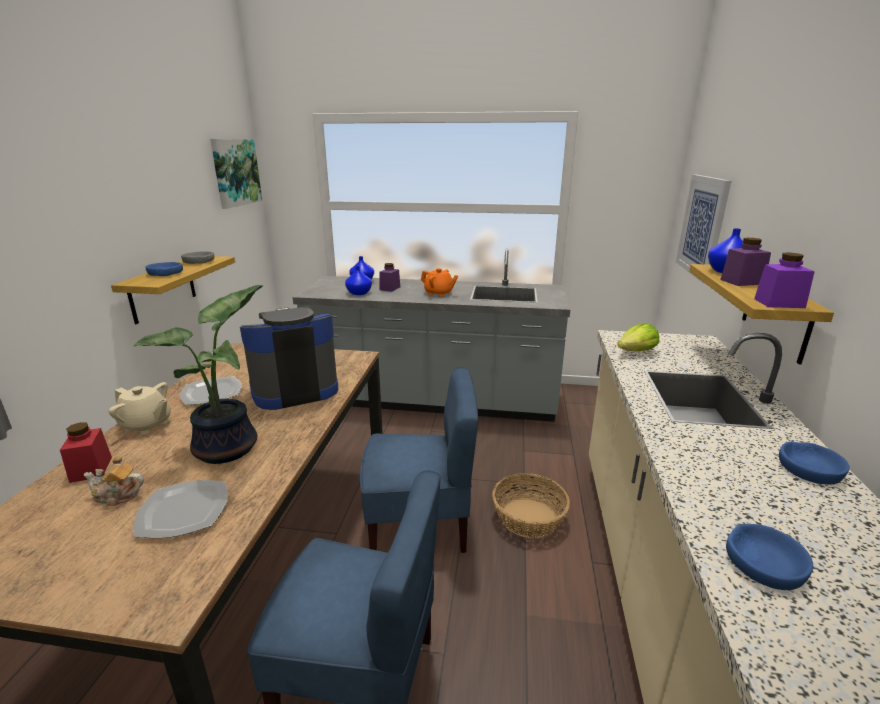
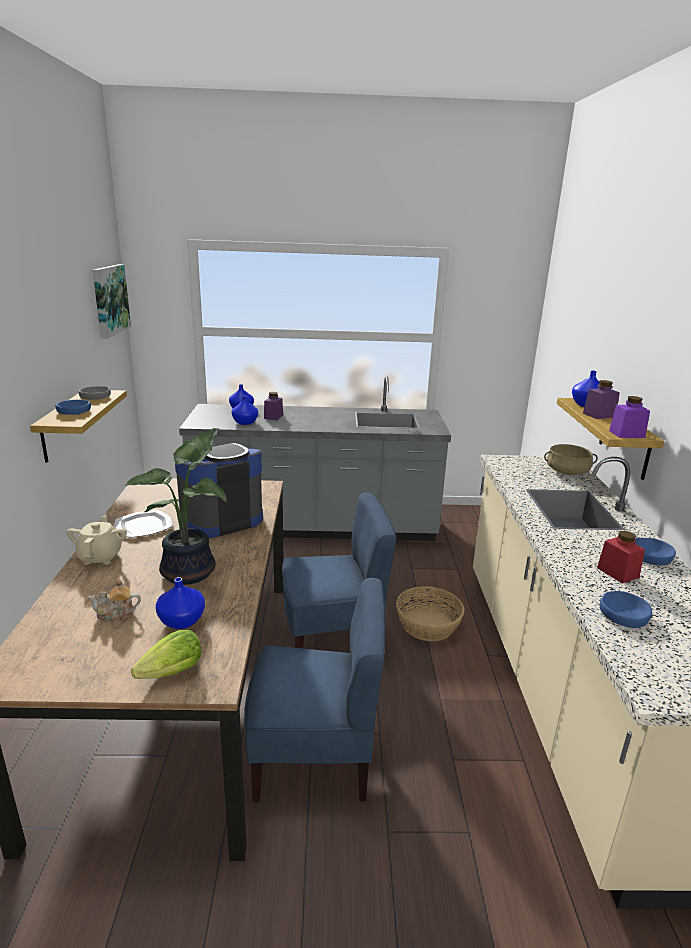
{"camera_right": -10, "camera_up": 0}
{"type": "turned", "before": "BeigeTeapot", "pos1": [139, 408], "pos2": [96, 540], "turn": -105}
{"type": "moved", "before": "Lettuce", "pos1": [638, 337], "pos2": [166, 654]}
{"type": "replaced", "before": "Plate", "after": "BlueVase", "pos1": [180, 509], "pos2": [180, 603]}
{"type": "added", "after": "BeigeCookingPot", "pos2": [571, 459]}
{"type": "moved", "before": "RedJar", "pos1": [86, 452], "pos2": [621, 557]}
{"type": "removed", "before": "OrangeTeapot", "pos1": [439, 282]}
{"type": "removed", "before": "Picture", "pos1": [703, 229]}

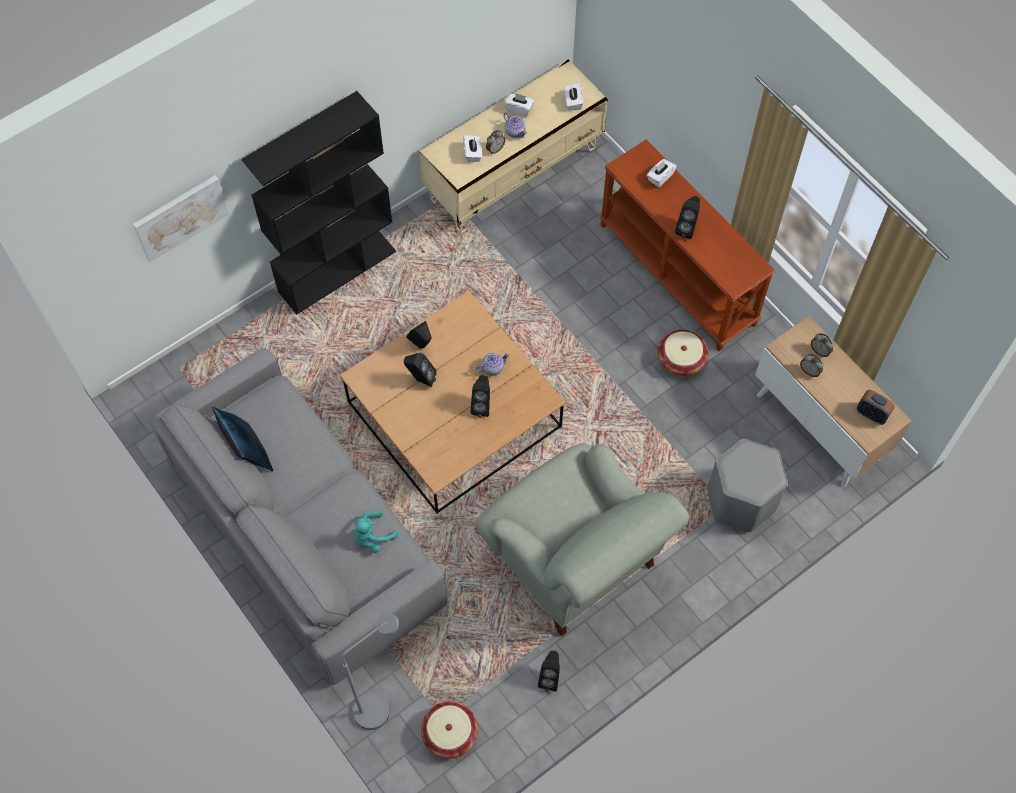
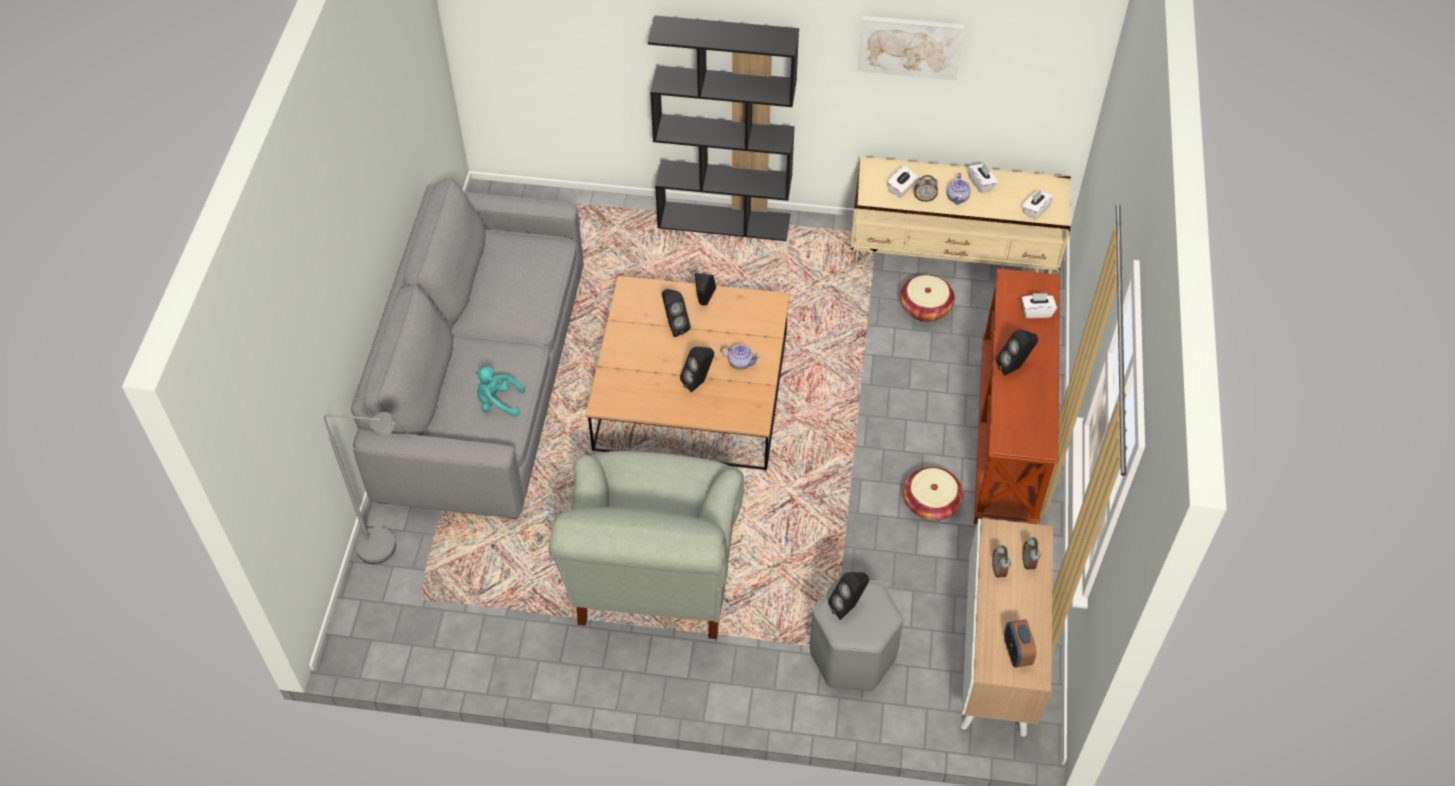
{"camera_right": 45, "camera_up": -10}
{"type": "moved", "before": "BlackSpeaker", "pos1": [549, 671], "pos2": [848, 596]}
{"type": "moved", "before": "Picture", "pos1": [181, 218], "pos2": [911, 48]}
{"type": "moved", "before": "Basket", "pos1": [449, 730], "pos2": [927, 298]}
{"type": "removed", "before": "BluePillow", "pos1": [242, 439]}

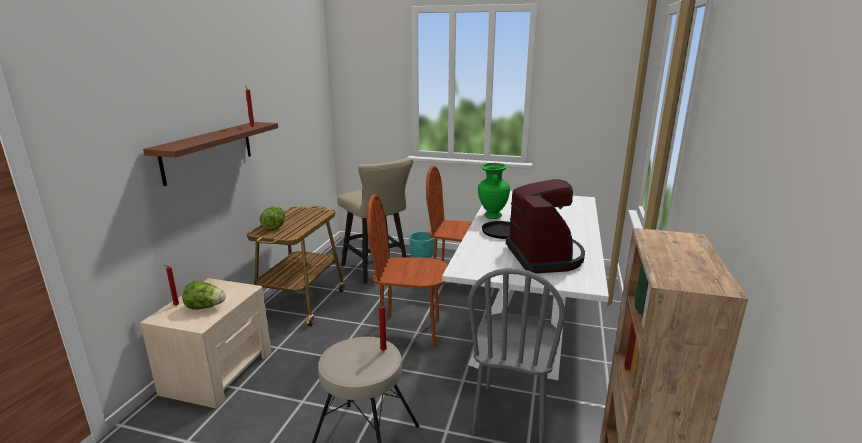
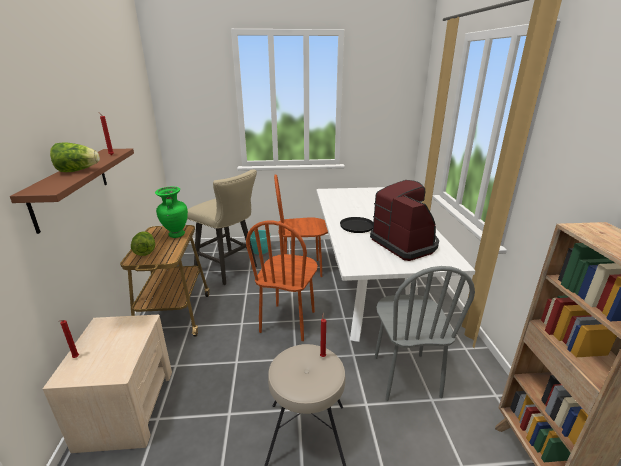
{"camera_right": -20, "camera_up": 5}
{"type": "moved", "before": "Lettuce", "pos1": [204, 295], "pos2": [75, 157]}
{"type": "moved", "before": "GreenVase", "pos1": [494, 191], "pos2": [171, 212]}
{"type": "turned", "before": "BrownChair", "pos1": [407, 271], "pos2": [282, 281], "turn": -60}

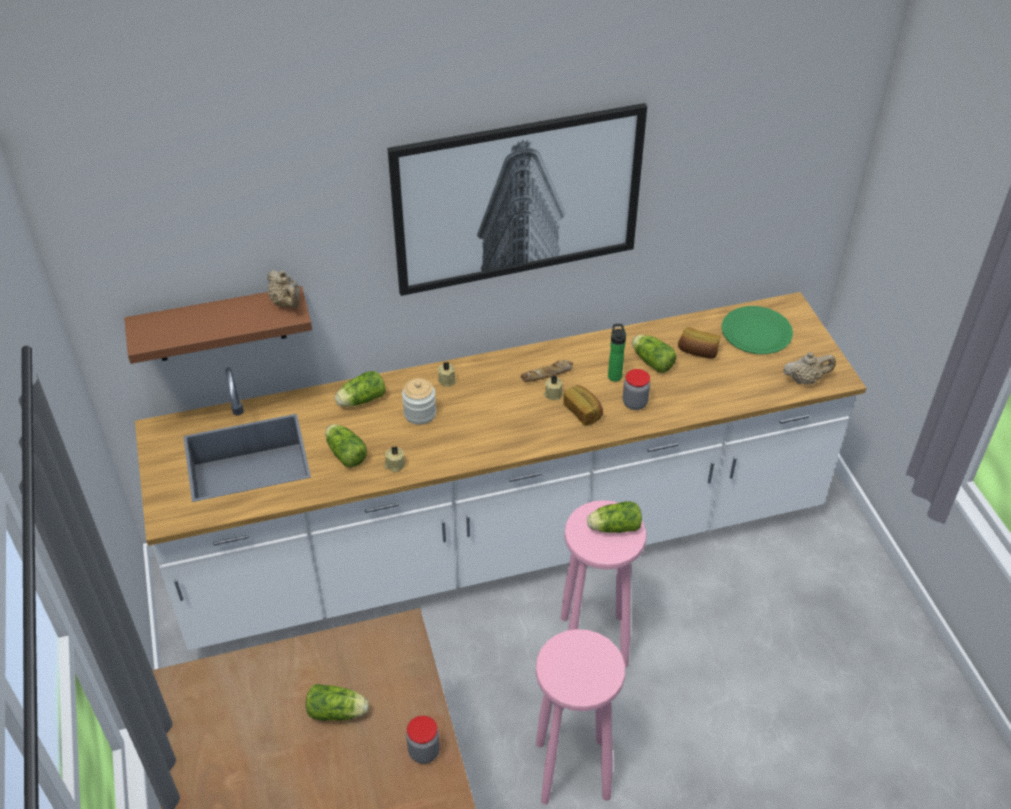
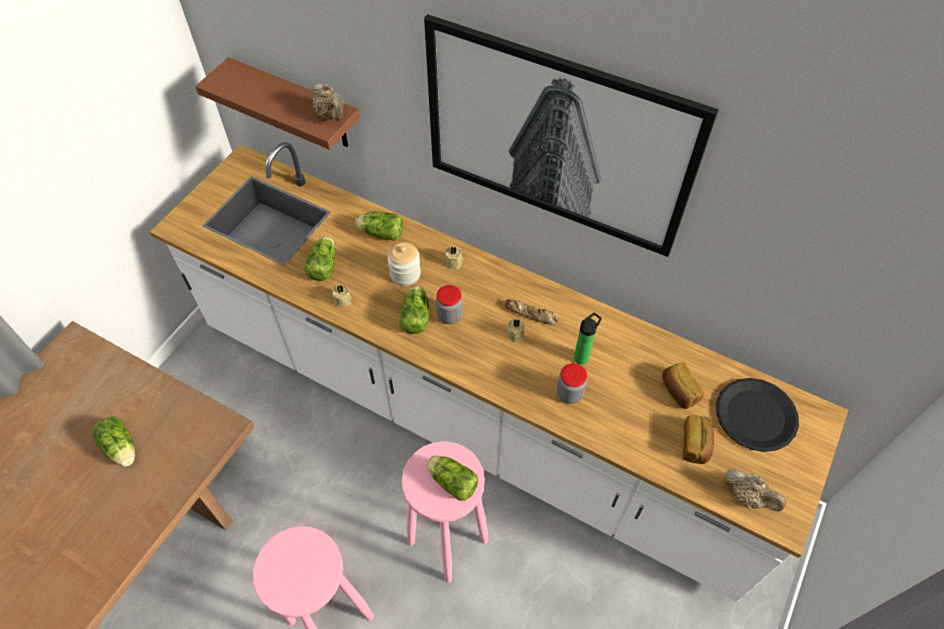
{"camera_right": 45, "camera_up": 10}
{"type": "turned", "before": "BeigeTeapot", "pos1": [283, 289], "pos2": [327, 102], "turn": -45}
{"type": "moved", "before": "Lettuce", "pos1": [654, 354], "pos2": [414, 309]}
{"type": "moved", "before": "Jar", "pos1": [423, 740], "pos2": [449, 304]}
{"type": "moved", "before": "Bread", "pos1": [583, 405], "pos2": [698, 439]}
{"type": "recoloured", "before": "GreenPlate", "after": "BlackPlate", "pos1": [757, 330], "pos2": [757, 415]}

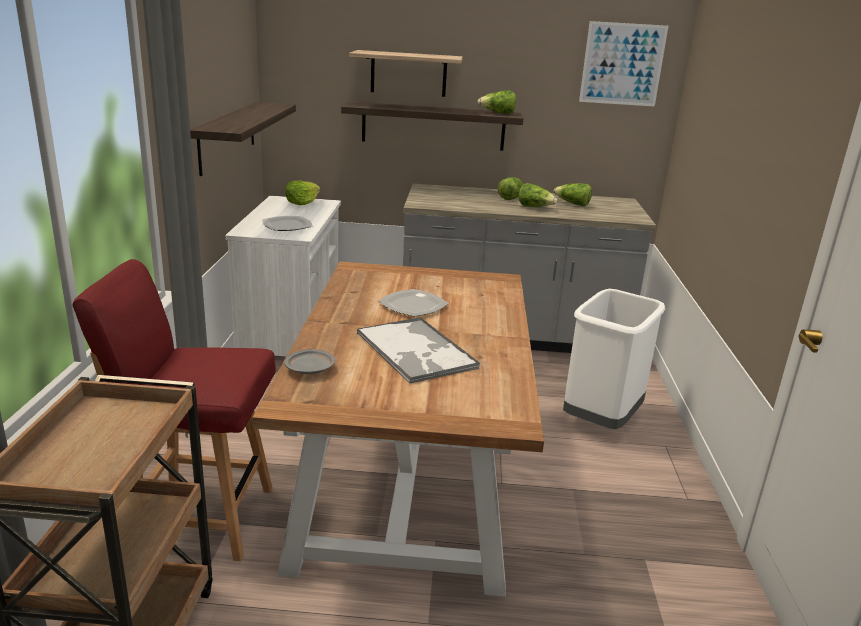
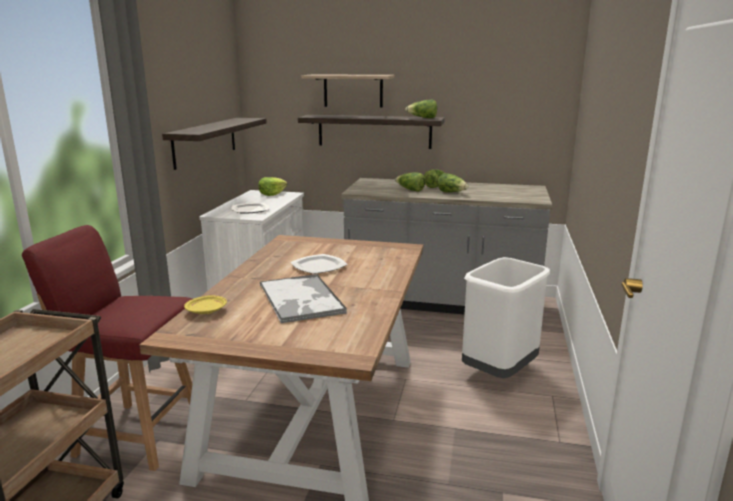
{"camera_right": 10, "camera_up": -5}
{"type": "recoloured", "before": "GreyPlate", "after": "YellowPlate", "pos1": [310, 361], "pos2": [205, 304]}
{"type": "moved", "before": "Lettuce", "pos1": [573, 194], "pos2": [410, 182]}
{"type": "removed", "before": "Picture", "pos1": [624, 64]}

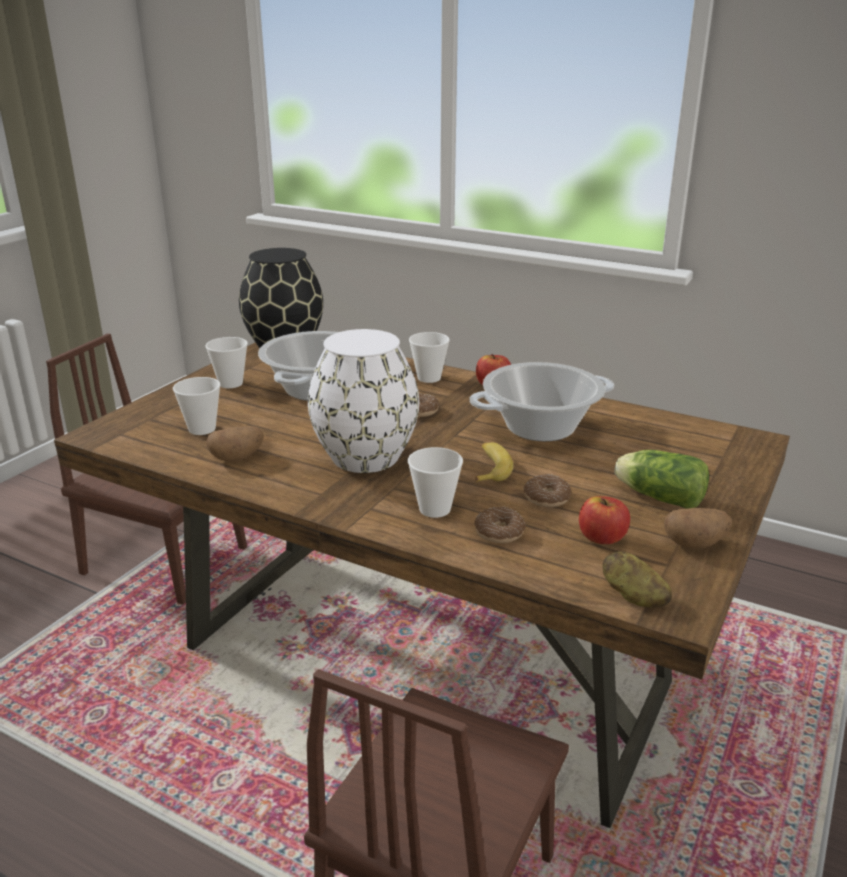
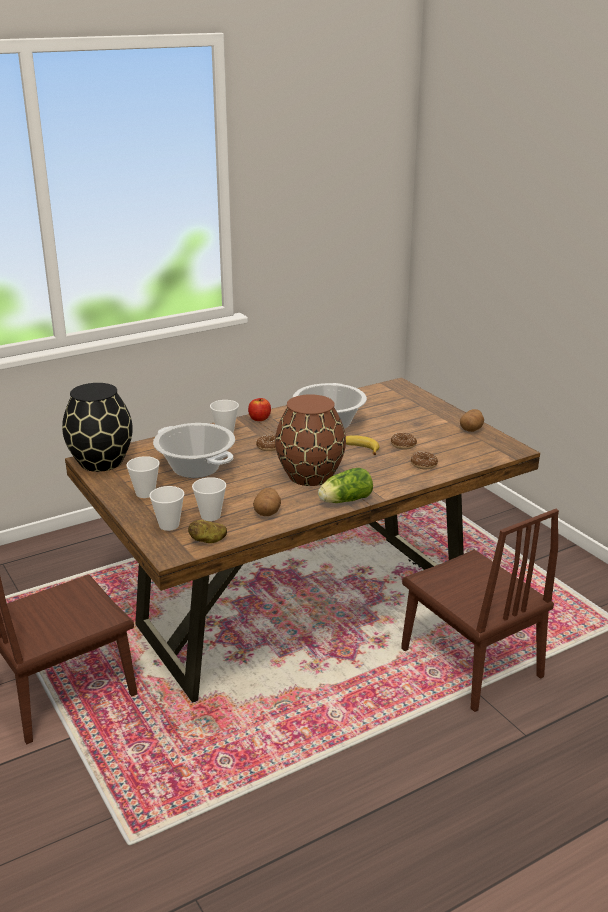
{"camera_right": -60, "camera_up": 0}
{"type": "moved", "before": "Cup", "pos1": [435, 482], "pos2": [166, 508]}
{"type": "moved", "before": "Potato", "pos1": [637, 579], "pos2": [207, 531]}
{"type": "recoloured", "before": "WhiteVase", "after": "BrownVase", "pos1": [363, 401], "pos2": [310, 440]}
{"type": "moved", "before": "Lettuce", "pos1": [661, 479], "pos2": [345, 485]}
{"type": "removed", "before": "Apple", "pos1": [604, 520]}

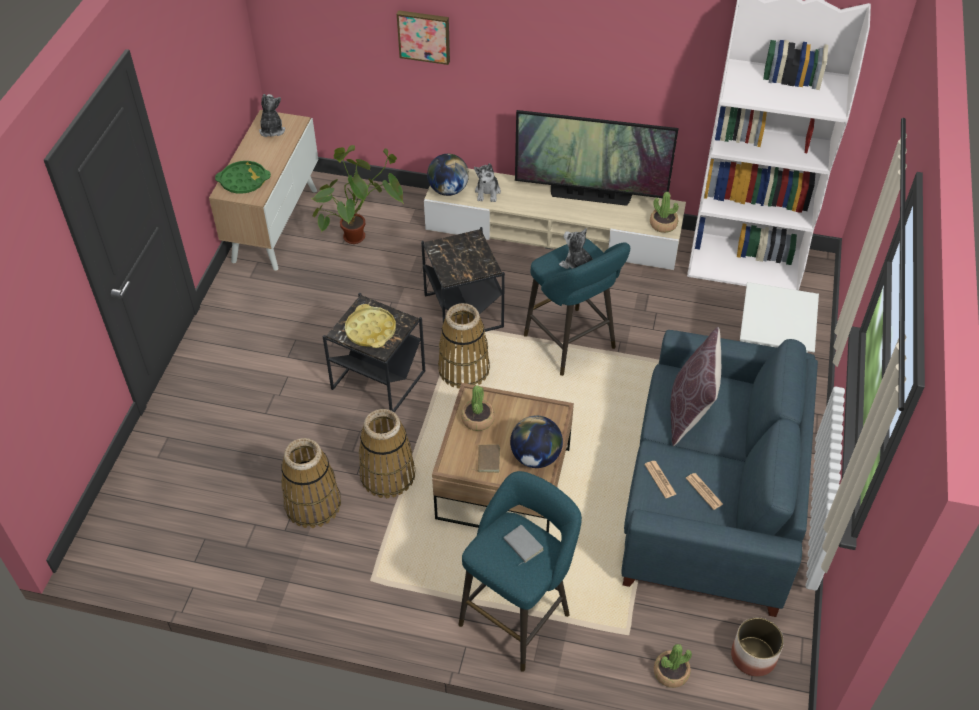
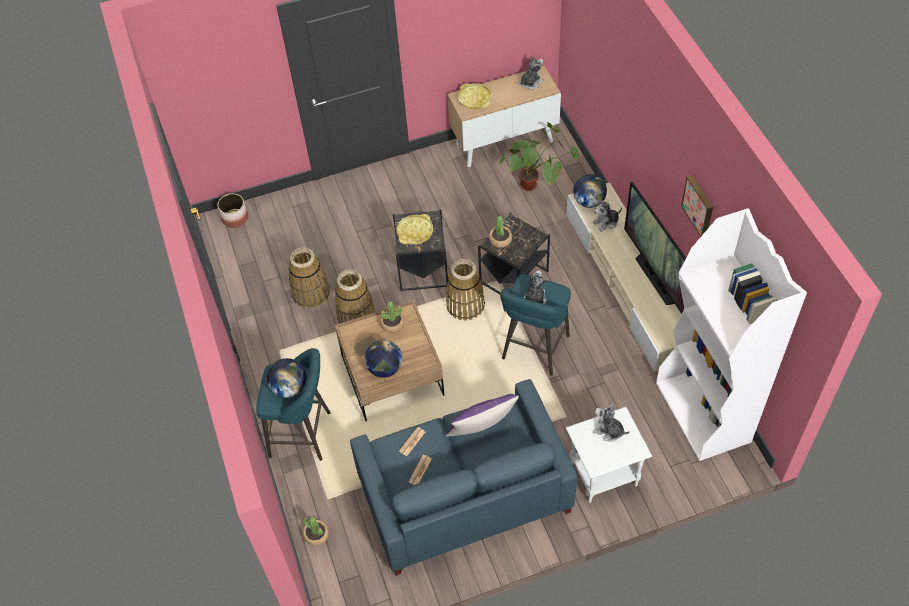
{"camera_right": 60, "camera_up": 5}
{"type": "moved", "before": "Planter", "pos1": [757, 647], "pos2": [232, 211]}
{"type": "replaced", "before": "GreyBook", "after": "Globe", "pos1": [523, 545], "pos2": [287, 378]}
{"type": "recoloured", "before": "BrownPillow", "after": "PurplePillow", "pos1": [695, 386], "pos2": [482, 415]}
{"type": "recoloured", "before": "GreenTray", "after": "YellowTray", "pos1": [243, 177], "pos2": [475, 96]}
{"type": "moved", "before": "PottedPlant", "pos1": [664, 212], "pos2": [500, 232]}
{"type": "added", "after": "PlushToy", "pos2": [611, 422]}
{"type": "moved", "before": "Picture", "pos1": [423, 37], "pos2": [697, 206]}

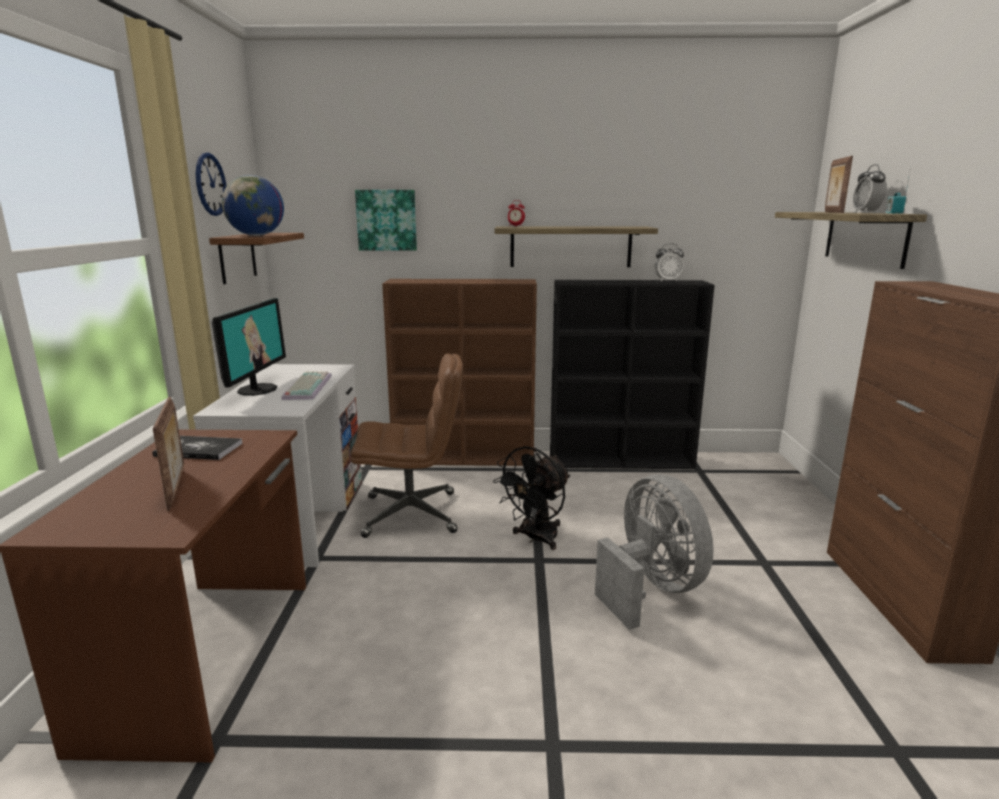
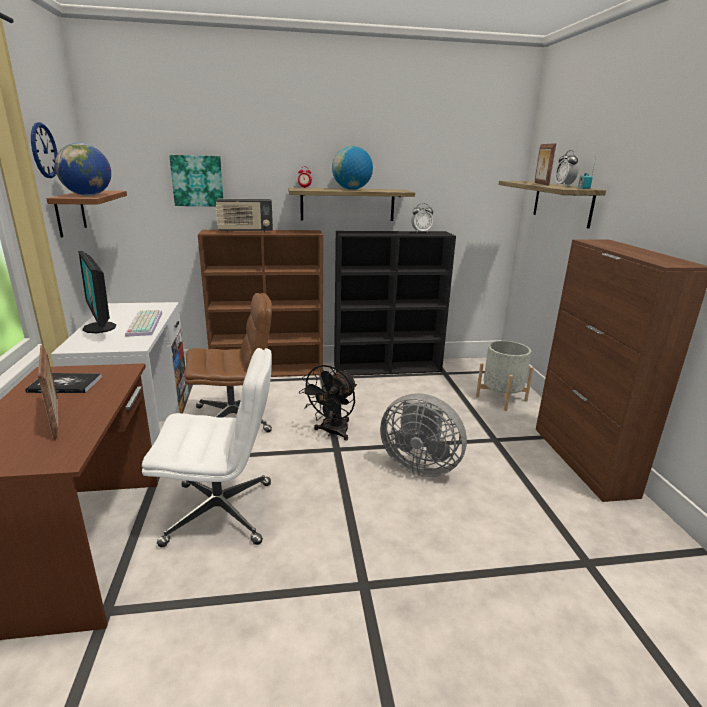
{"camera_right": -10, "camera_up": 5}
{"type": "turned", "before": "Monitor", "pos1": [249, 347], "pos2": [97, 292], "turn": 150}
{"type": "added", "after": "WhiteOfficeChair", "pos2": [207, 447]}
{"type": "added", "after": "Radio", "pos2": [244, 215]}
{"type": "added", "after": "Globe", "pos2": [352, 168]}
{"type": "turned", "before": "GreyFan", "pos1": [654, 552], "pos2": [423, 435], "turn": 150}
{"type": "added", "after": "GreyPlanter", "pos2": [505, 376]}

